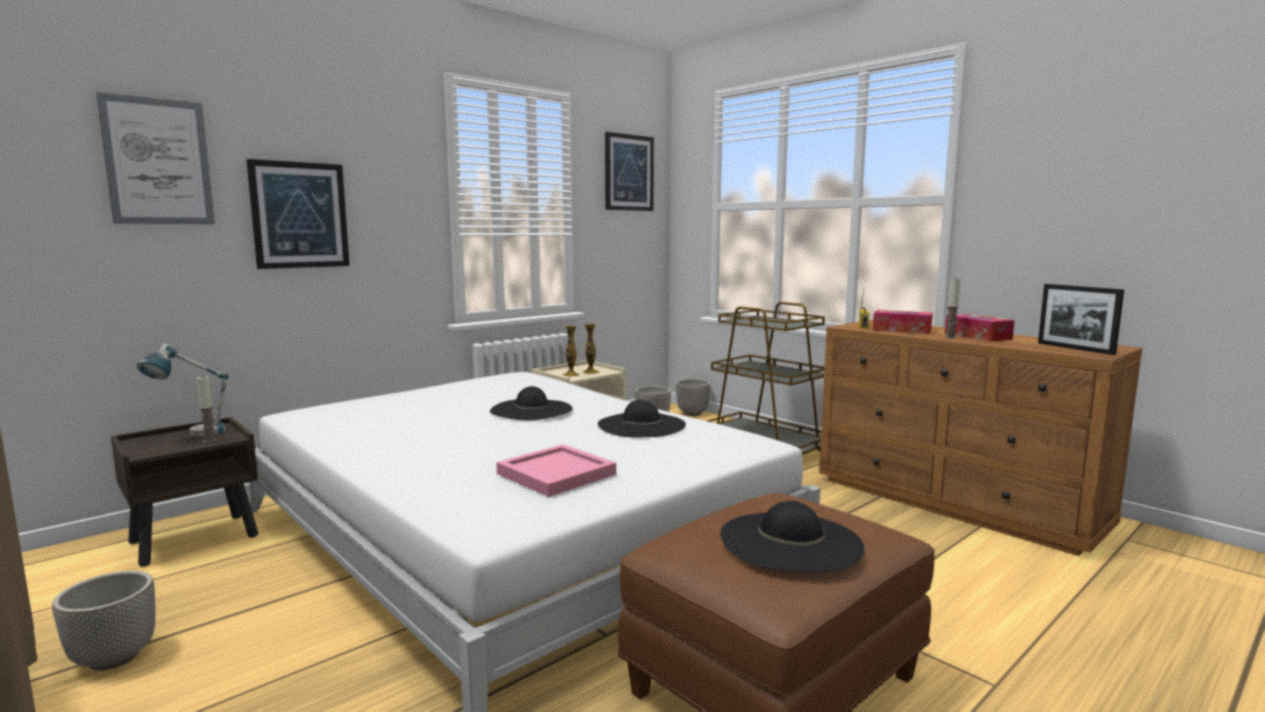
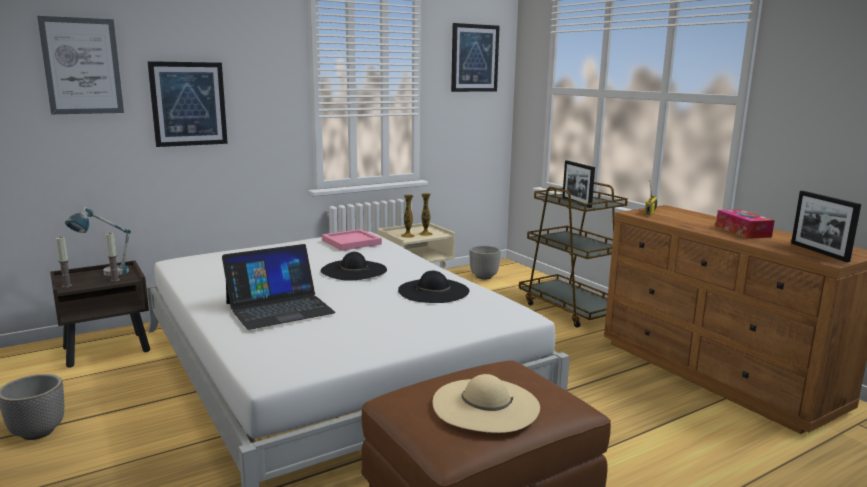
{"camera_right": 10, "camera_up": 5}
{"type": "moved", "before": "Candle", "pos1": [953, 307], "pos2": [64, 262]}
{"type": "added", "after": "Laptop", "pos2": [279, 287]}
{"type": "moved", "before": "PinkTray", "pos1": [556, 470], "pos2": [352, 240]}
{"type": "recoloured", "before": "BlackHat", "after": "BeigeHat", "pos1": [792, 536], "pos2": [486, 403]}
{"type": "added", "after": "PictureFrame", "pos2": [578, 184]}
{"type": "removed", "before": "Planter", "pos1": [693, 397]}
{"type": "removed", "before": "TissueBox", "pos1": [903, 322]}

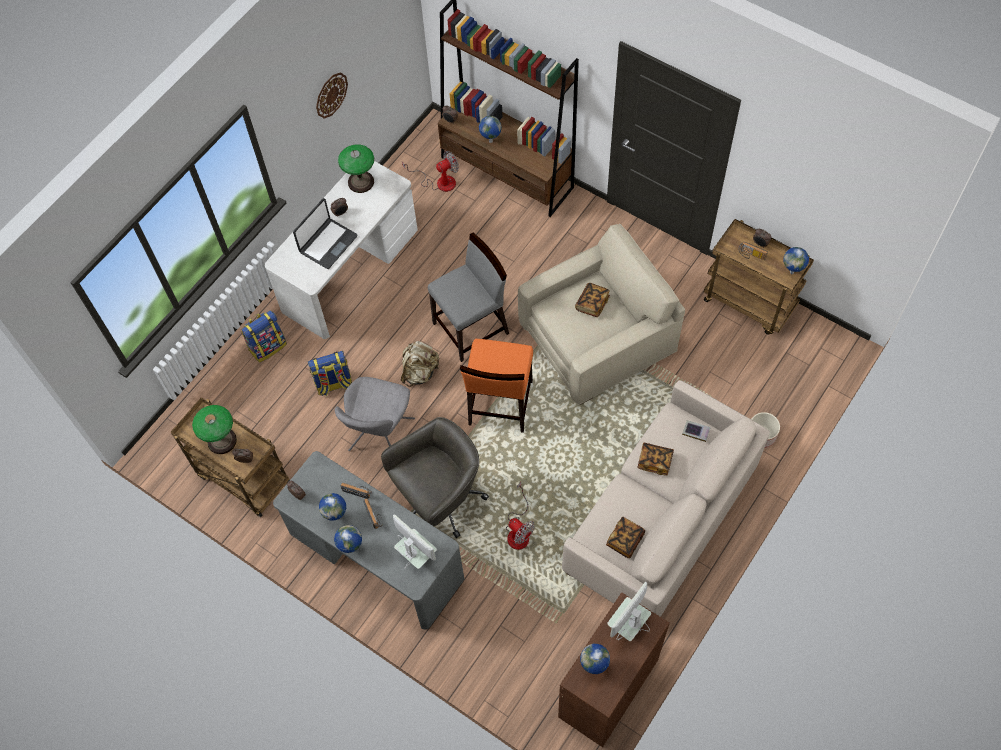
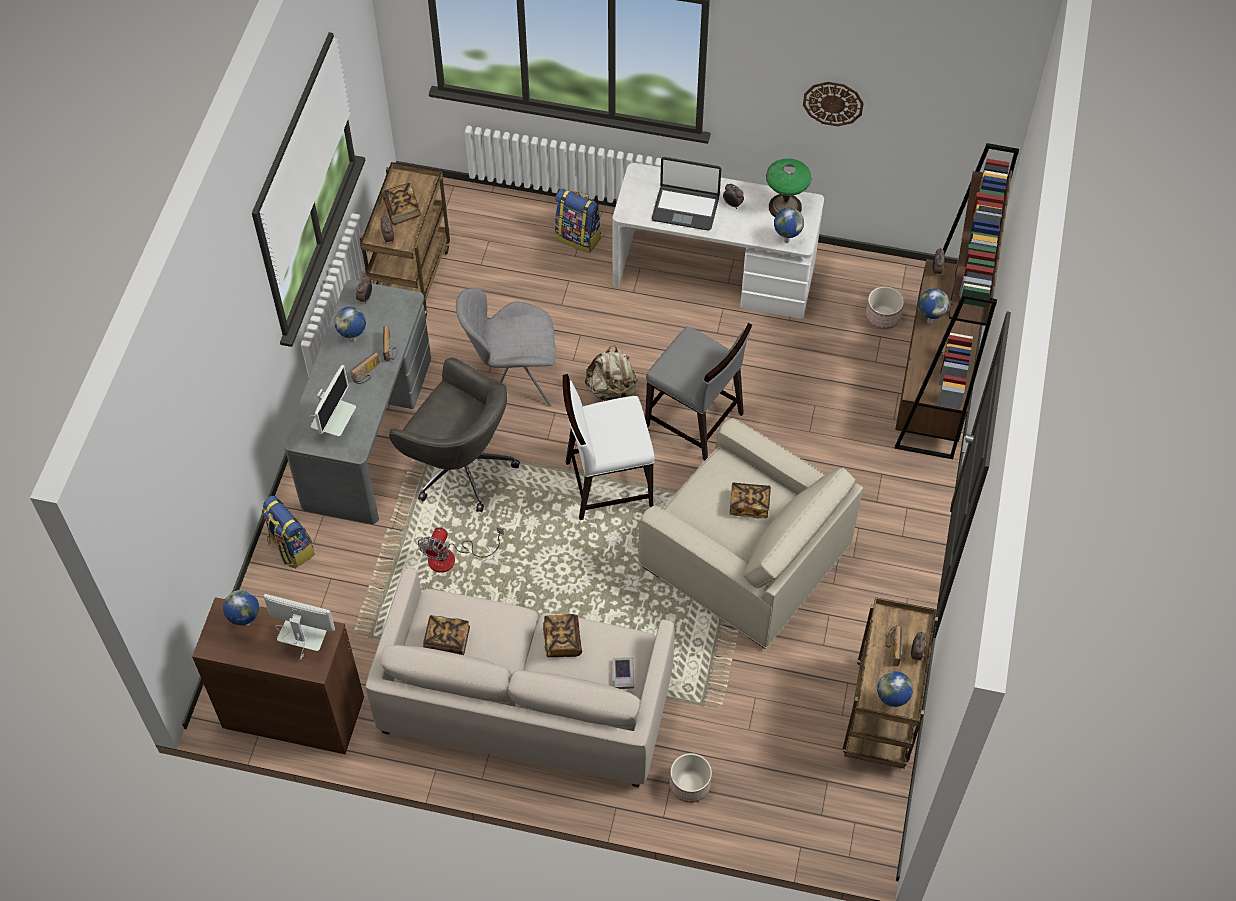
{"camera_right": 65, "camera_up": -5}
{"type": "moved", "before": "Backpack", "pos1": [330, 373], "pos2": [288, 532]}
{"type": "replaced", "before": "TableLamp", "after": "Book", "pos1": [214, 429], "pos2": [401, 204]}
{"type": "recoloured", "before": "OrangeChair", "after": "WhiteChair", "pos1": [496, 386], "pos2": [609, 447]}
{"type": "moved", "before": "Globe", "pos1": [348, 539], "pos2": [789, 225]}
{"type": "replaced", "before": "Fan", "after": "Planter", "pos1": [430, 171], "pos2": [885, 308]}

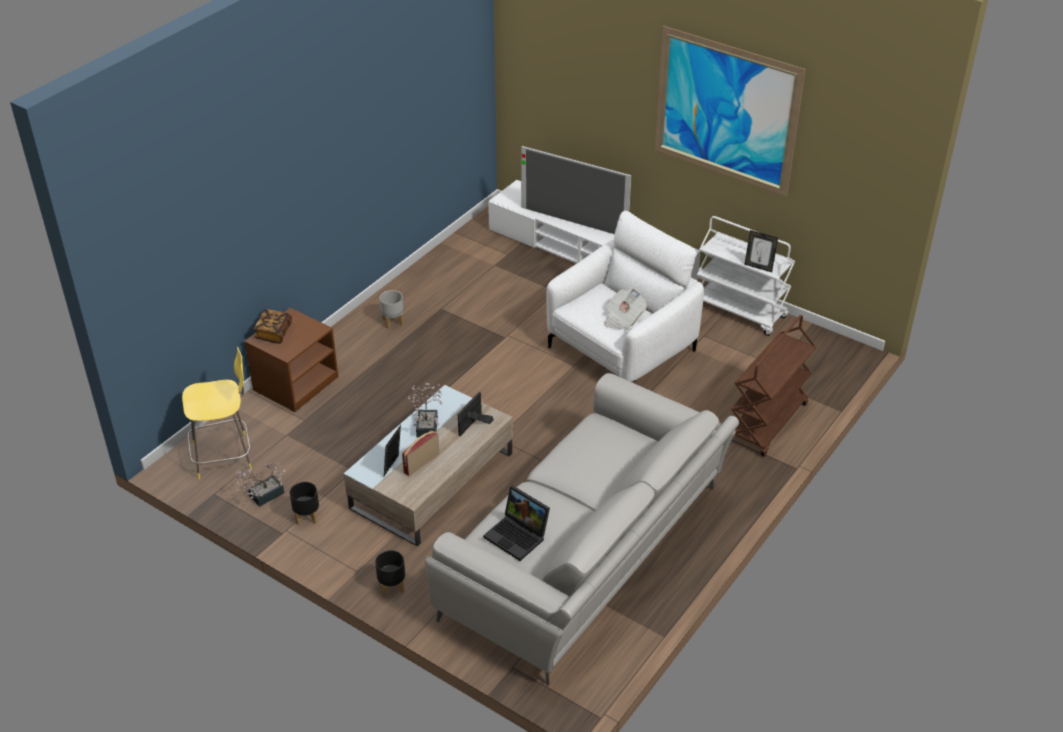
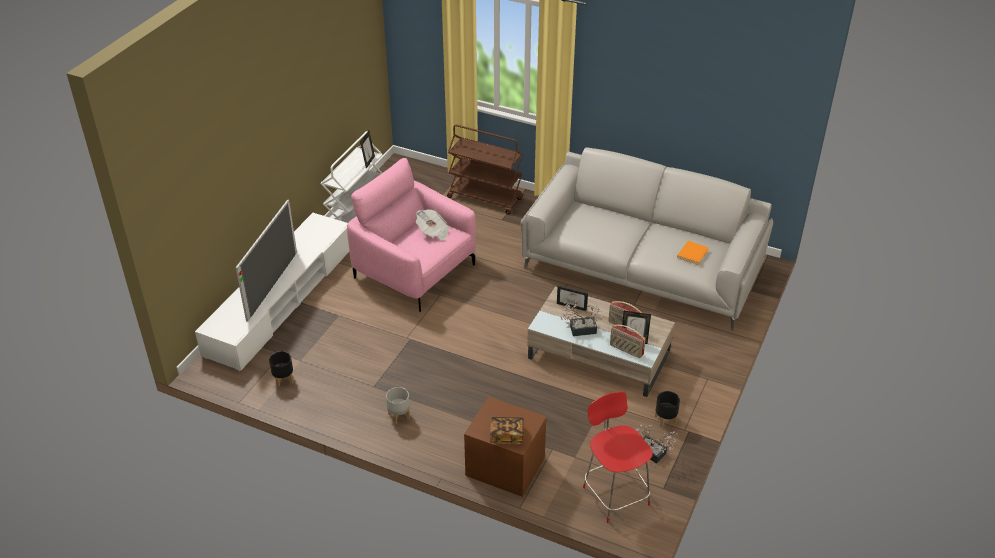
{"camera_right": -100, "camera_up": 0}
{"type": "moved", "before": "BlackPlanter", "pos1": [390, 573], "pos2": [281, 369]}
{"type": "recoloured", "before": "WhiteArmchair", "after": "PinkArmchair", "pos1": [625, 296], "pos2": [411, 235]}
{"type": "recoloured", "before": "YellowStool", "after": "RedStool", "pos1": [217, 413], "pos2": [618, 457]}
{"type": "added", "after": "Radio", "pos2": [628, 341]}
{"type": "replaced", "before": "Laptop", "after": "OrangeBook", "pos1": [516, 523], "pos2": [693, 253]}
{"type": "removed", "before": "Picture", "pos1": [730, 111]}

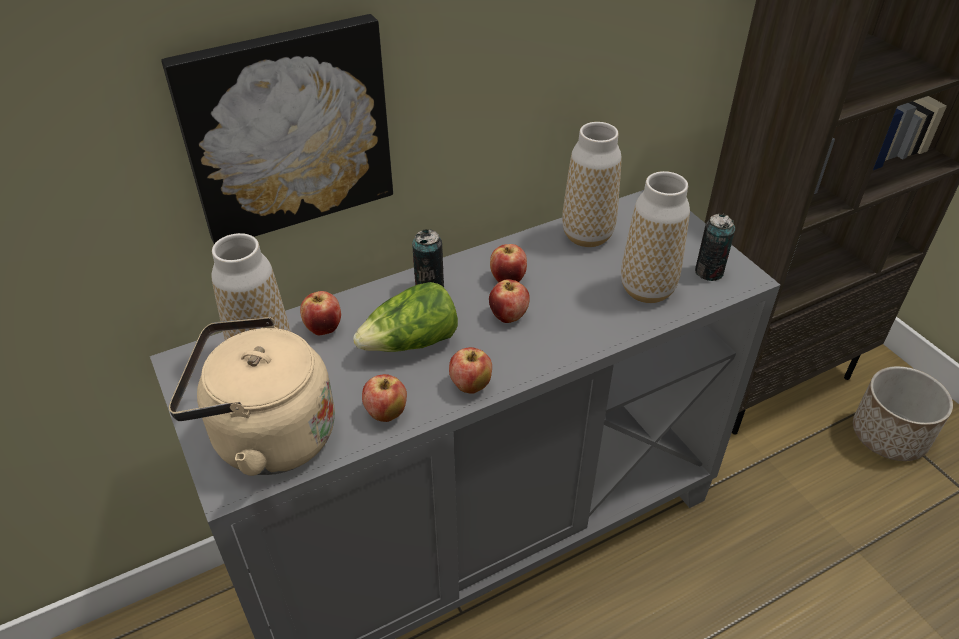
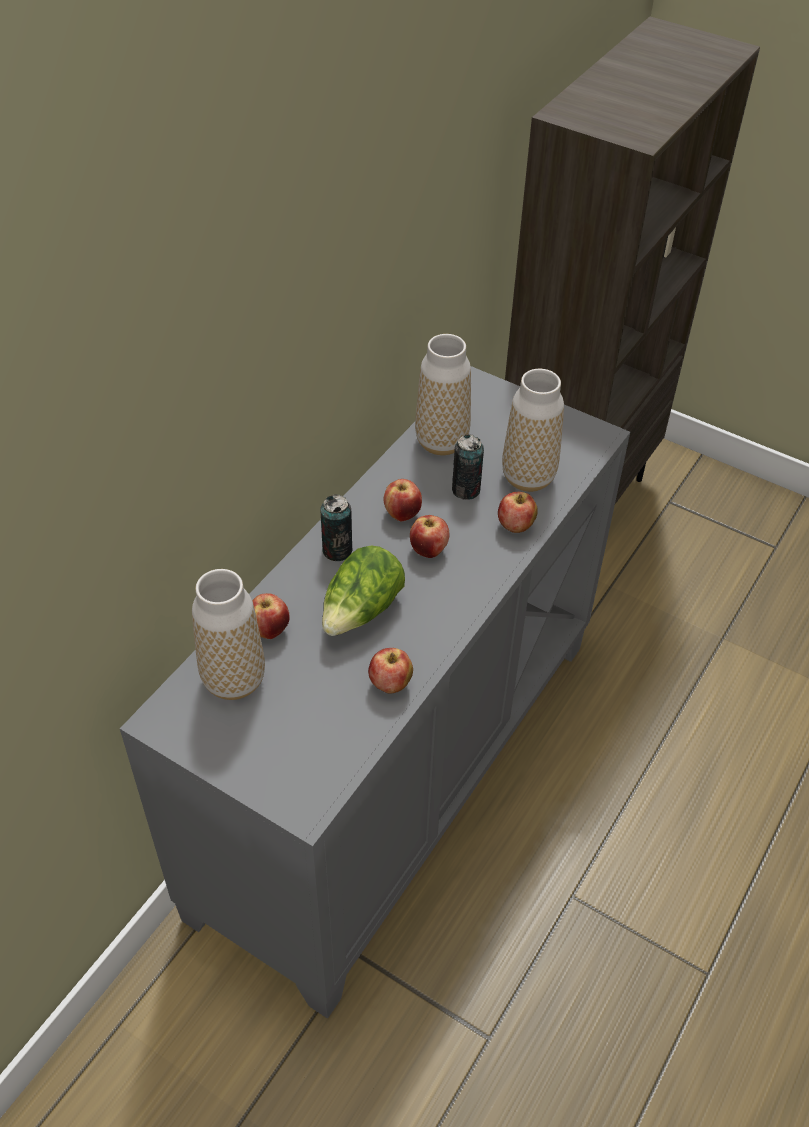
{"camera_right": -30, "camera_up": 5}
{"type": "moved", "before": "Can", "pos1": [715, 247], "pos2": [468, 467]}
{"type": "moved", "before": "Apple", "pos1": [470, 370], "pos2": [518, 512]}
{"type": "removed", "before": "Picture", "pos1": [277, 129]}
{"type": "removed", "before": "BeigeKettle", "pos1": [252, 396]}
{"type": "removed", "before": "Planter", "pos1": [903, 413]}

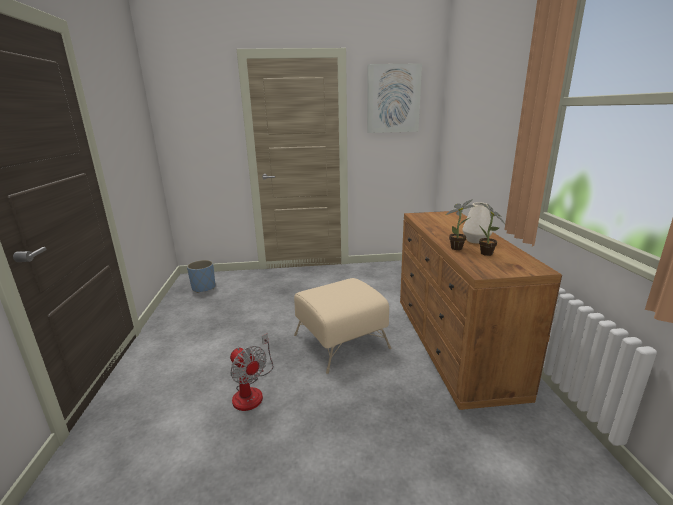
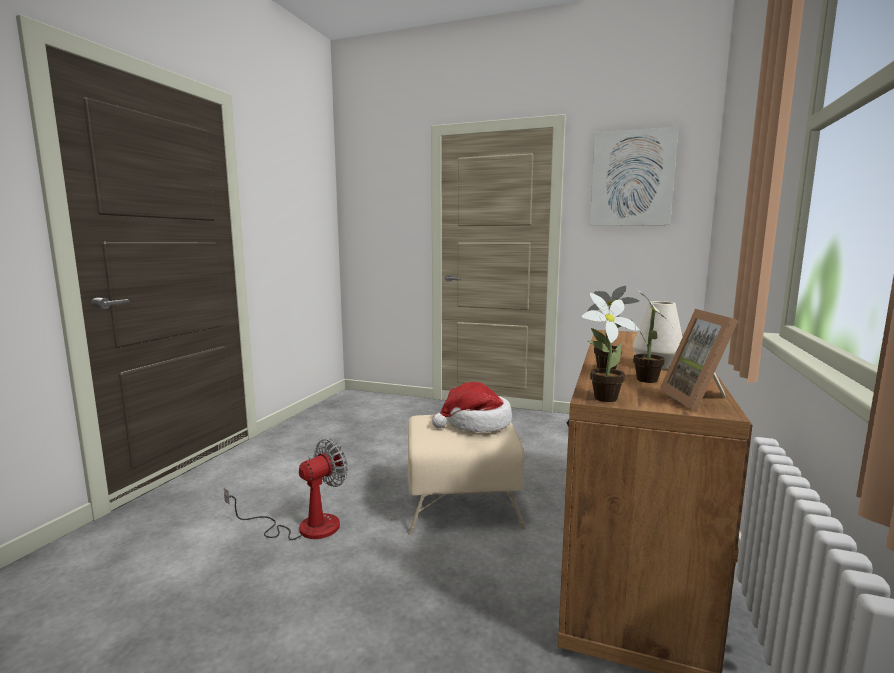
{"camera_right": 25, "camera_up": -10}
{"type": "turned", "before": "Fan", "pos1": [251, 372], "pos2": [286, 489], "turn": -120}
{"type": "added", "after": "Hat", "pos2": [472, 407]}
{"type": "added", "after": "PottedPlant", "pos2": [611, 347]}
{"type": "added", "after": "PictureFrame", "pos2": [699, 360]}
{"type": "removed", "before": "BluePlanter", "pos1": [201, 276]}

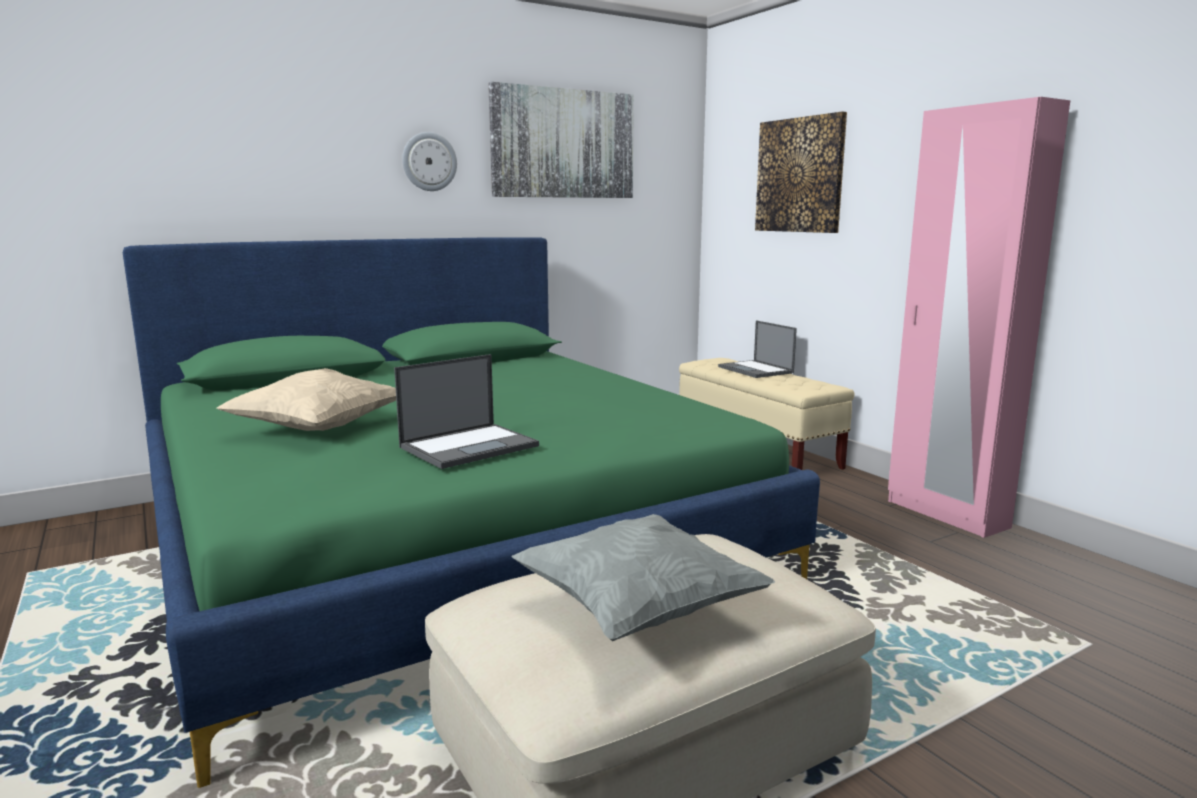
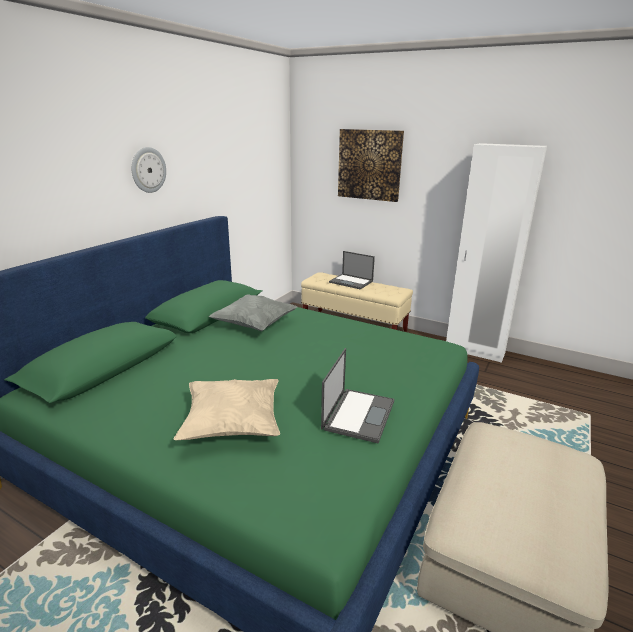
{"camera_right": -30, "camera_up": 10}
{"type": "moved", "before": "GreyPillow", "pos1": [643, 577], "pos2": [252, 312]}
{"type": "recoloured", "before": "PinkWardrobe", "after": "WhiteWardrobe", "pos1": [979, 317], "pos2": [496, 253]}
{"type": "removed", "before": "Picture", "pos1": [561, 140]}

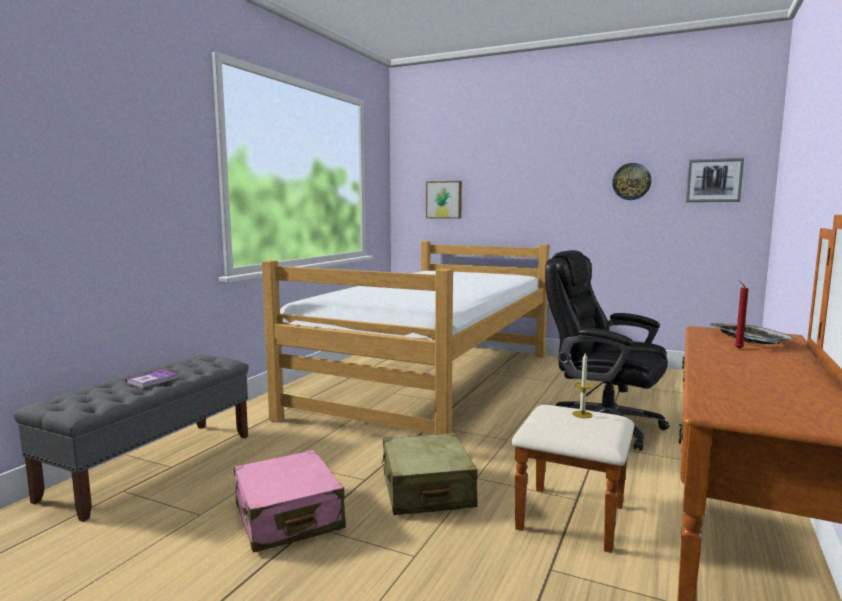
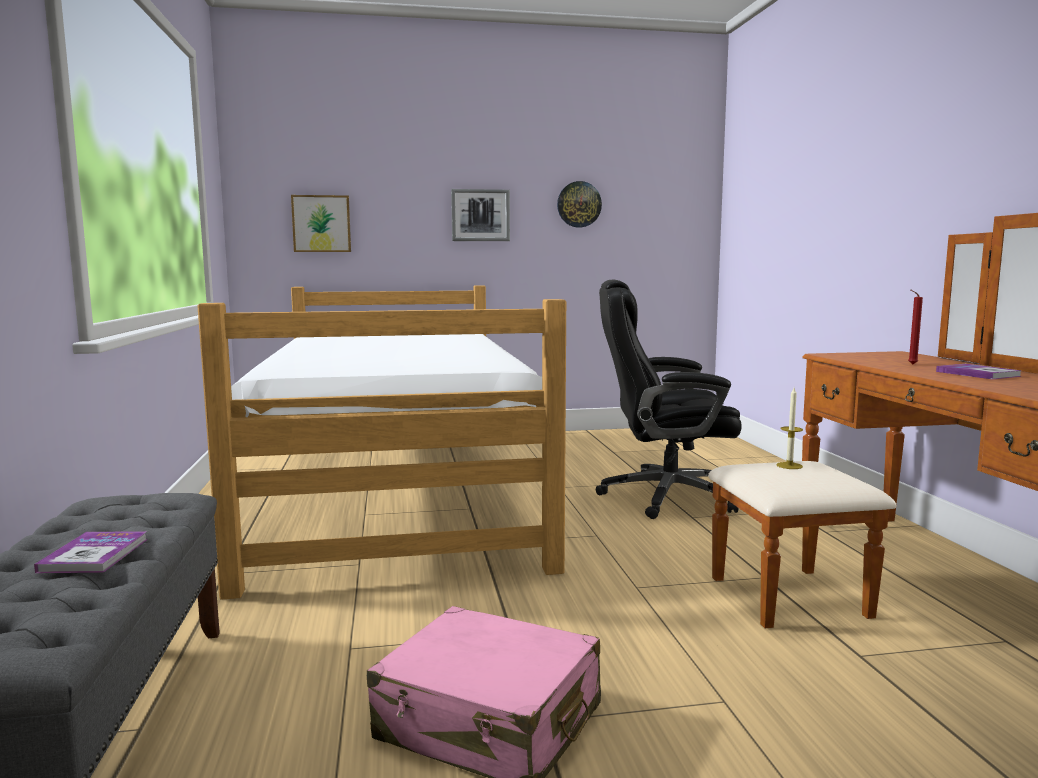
{"camera_right": -35, "camera_up": 0}
{"type": "moved", "before": "Picture", "pos1": [715, 180], "pos2": [480, 215]}
{"type": "added", "after": "Book", "pos2": [979, 372]}
{"type": "removed", "before": "BeigeSuitcase", "pos1": [429, 474]}
{"type": "removed", "before": "Tray", "pos1": [753, 333]}

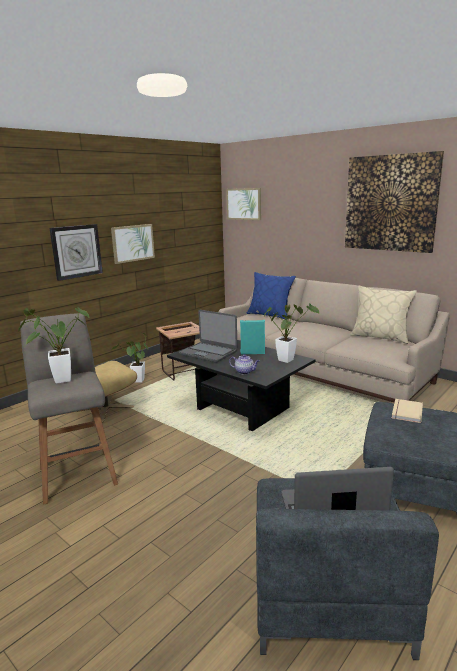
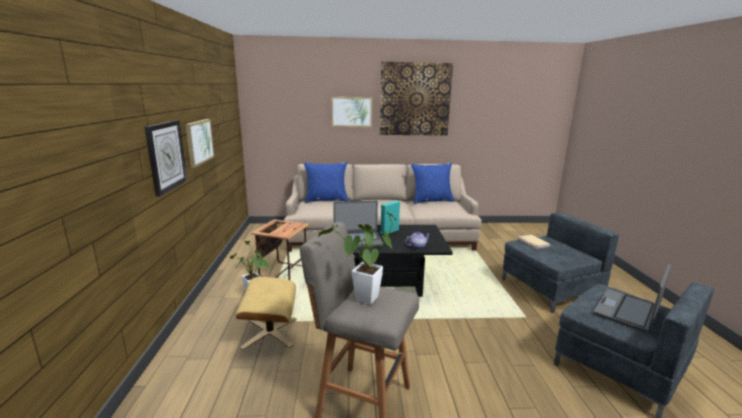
{"camera_right": -45, "camera_up": 0}
{"type": "moved", "before": "Picture", "pos1": [243, 204], "pos2": [351, 112]}
{"type": "recoloured", "before": "BeigePillow", "after": "BluePillow", "pos1": [383, 315], "pos2": [433, 183]}
{"type": "removed", "before": "PottedPlant", "pos1": [291, 333]}

